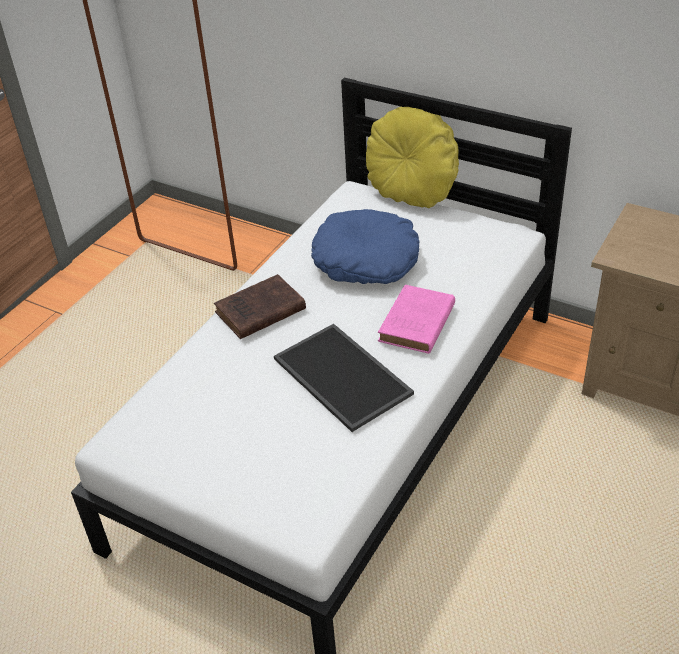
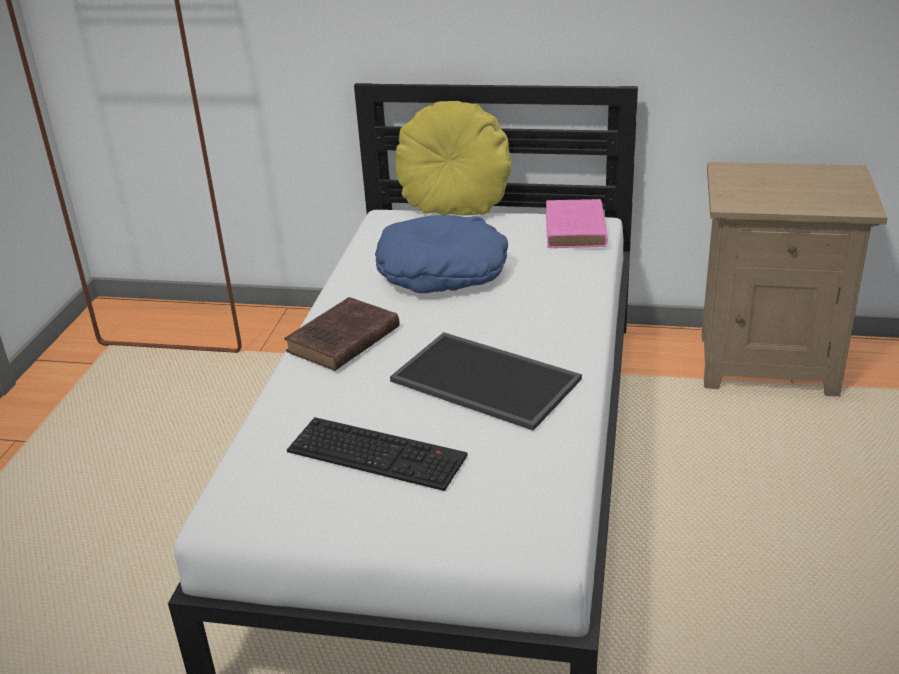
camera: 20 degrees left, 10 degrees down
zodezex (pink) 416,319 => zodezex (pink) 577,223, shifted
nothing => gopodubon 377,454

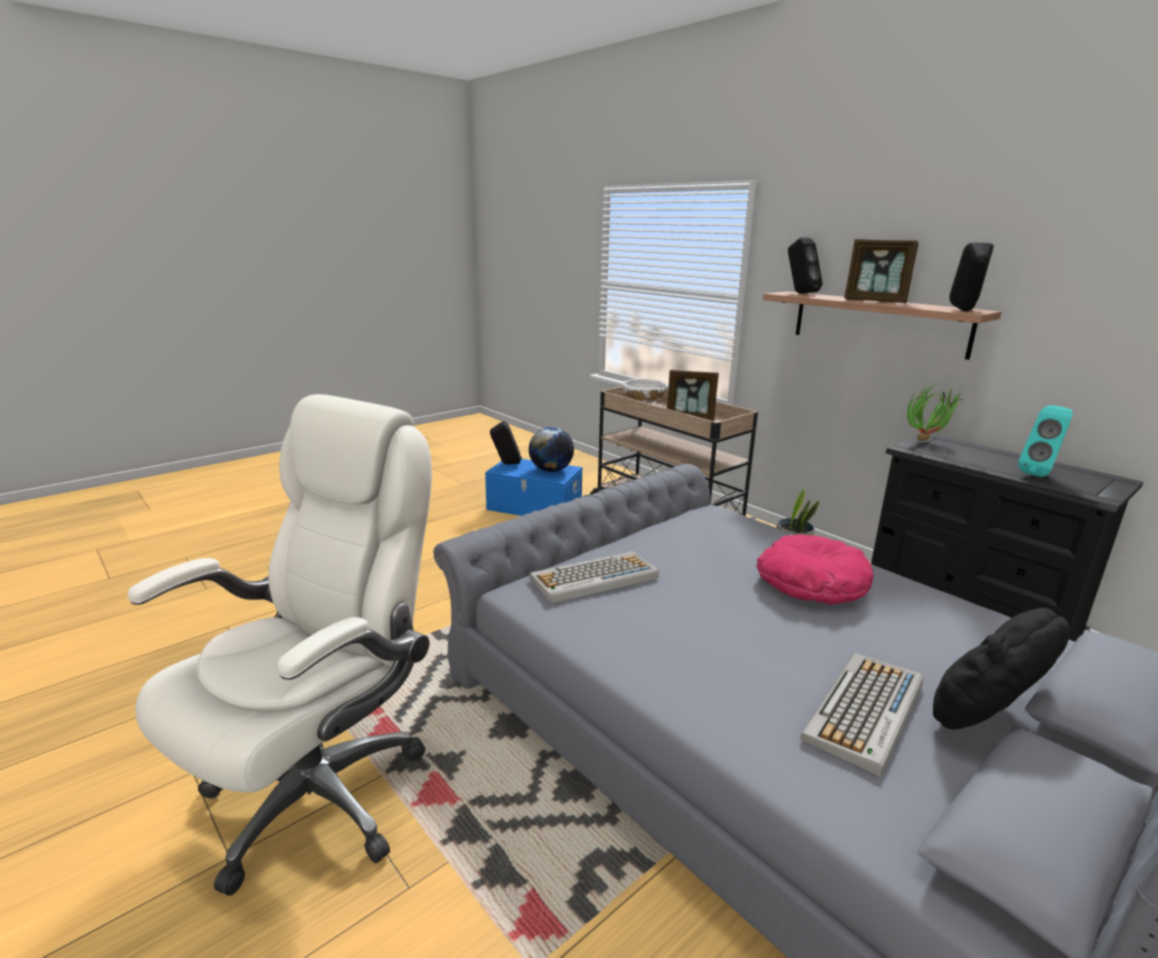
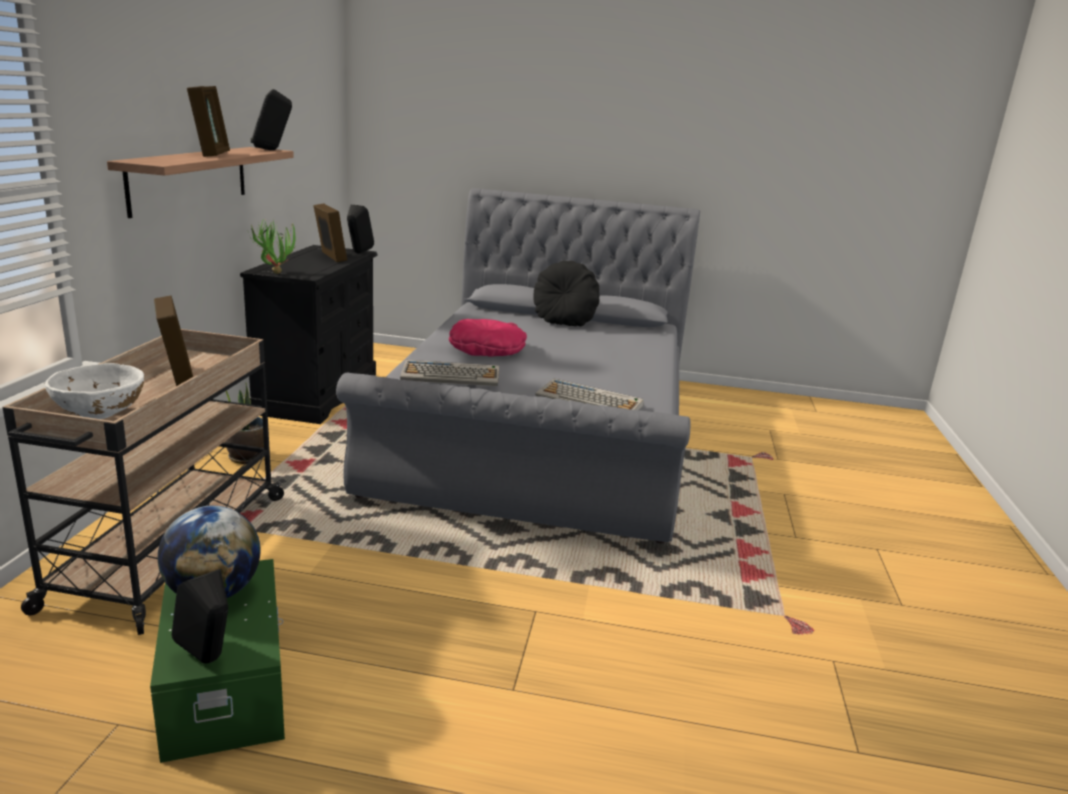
camera: 130 degrees left, 0 degrees up
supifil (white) 280,645 => nothing
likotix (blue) 533,487 => likotix (green) 217,661
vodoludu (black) 805,265 => vodoludu (black) 360,229, shifted
gopodubon 862,715 => gopodubon 449,373, shifted
vodoludu (turquoise) 1045,441 => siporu 330,232

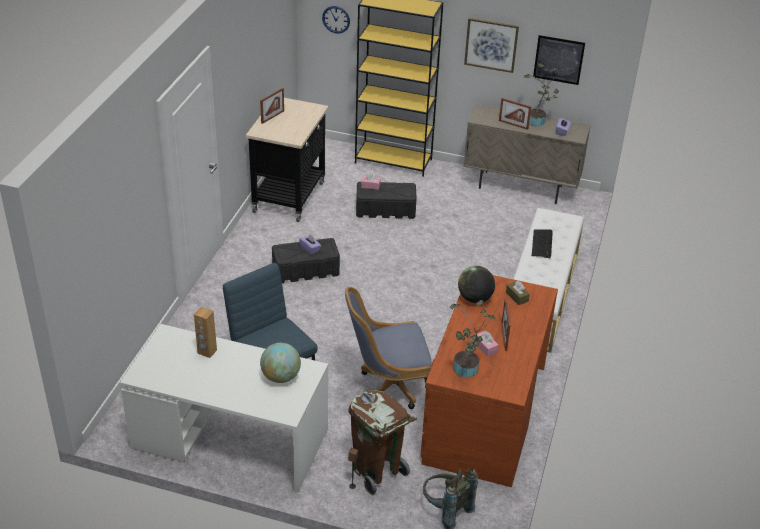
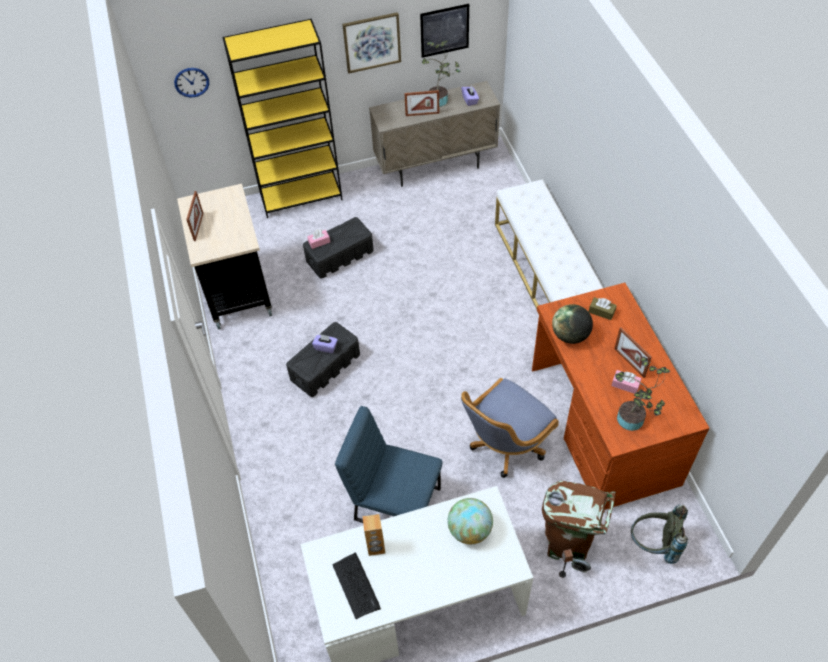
camera: 30 degrees left, 15 degrees up
gopodubon 542,243 => gopodubon 356,586, shifted

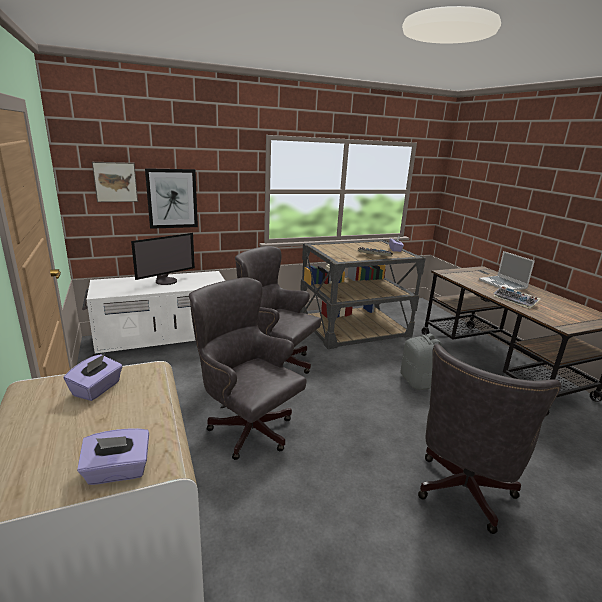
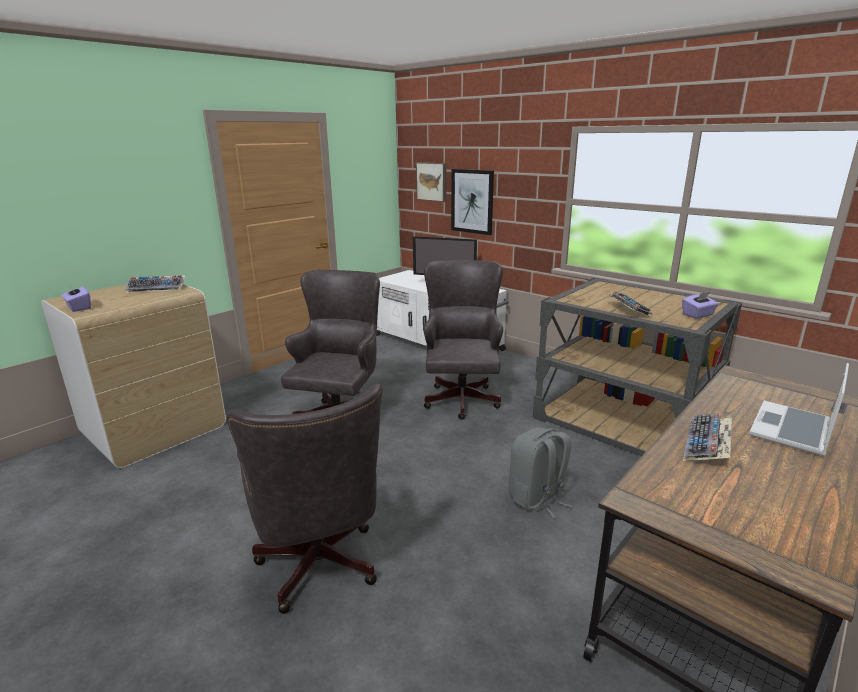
camera: 65 degrees right, 0 degrees up
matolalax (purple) 93,377 => gopodubon 155,284
supifil (grey) 489,439 => supifil (grey) 304,498, 120 degrees counterclockwise

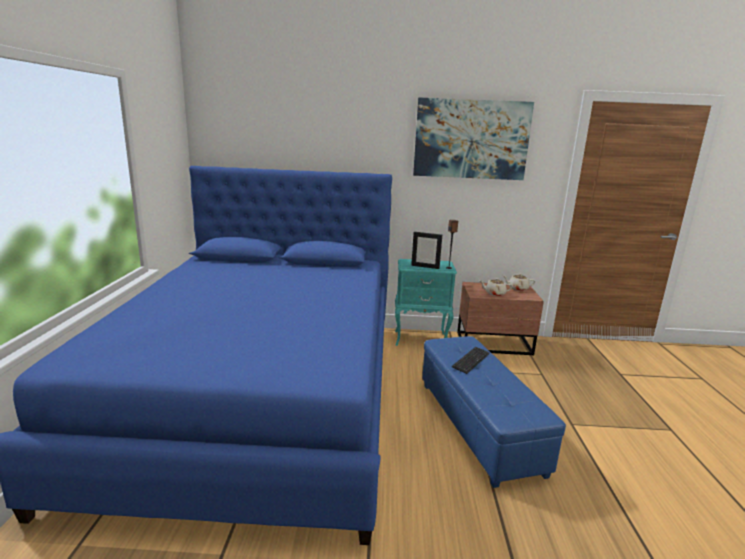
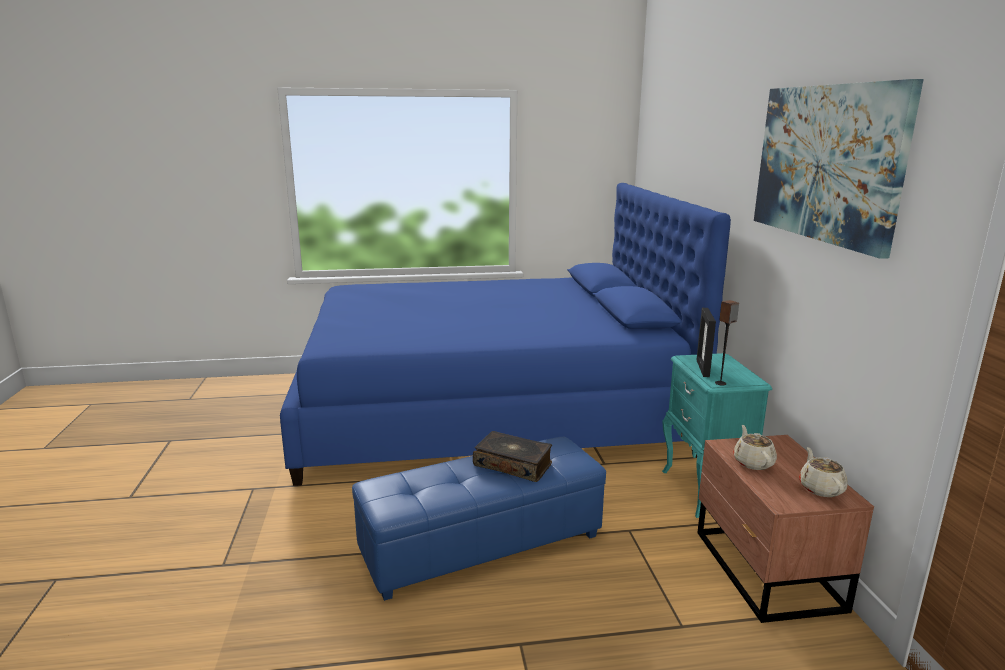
camera: 80 degrees right, 0 degrees up
gopodubon 471,360 => zodezex 512,456

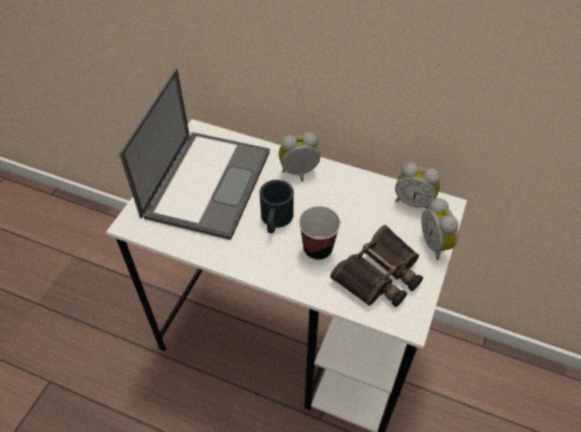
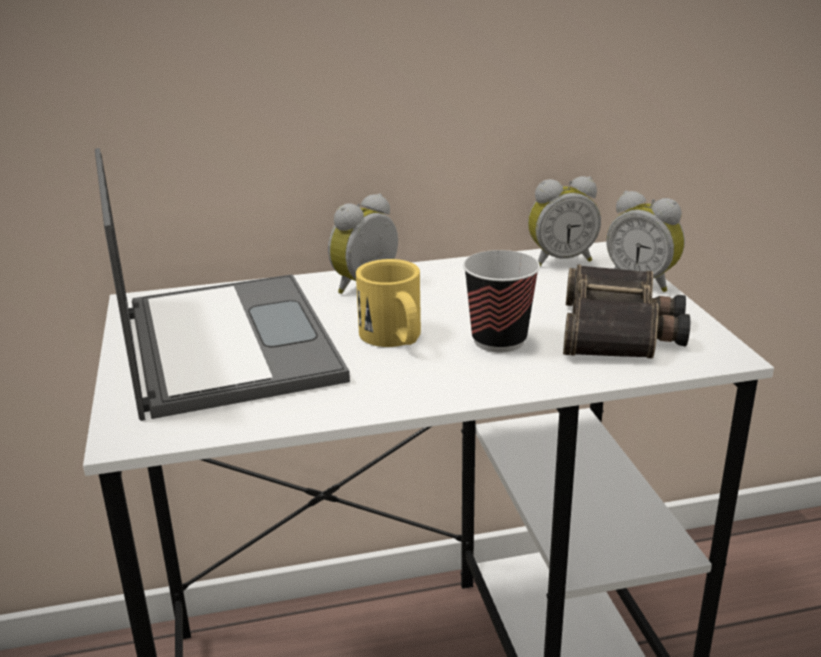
camera: 35 degrees left, 25 degrees down
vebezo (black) 277,206 => vebezo (yellow) 388,303

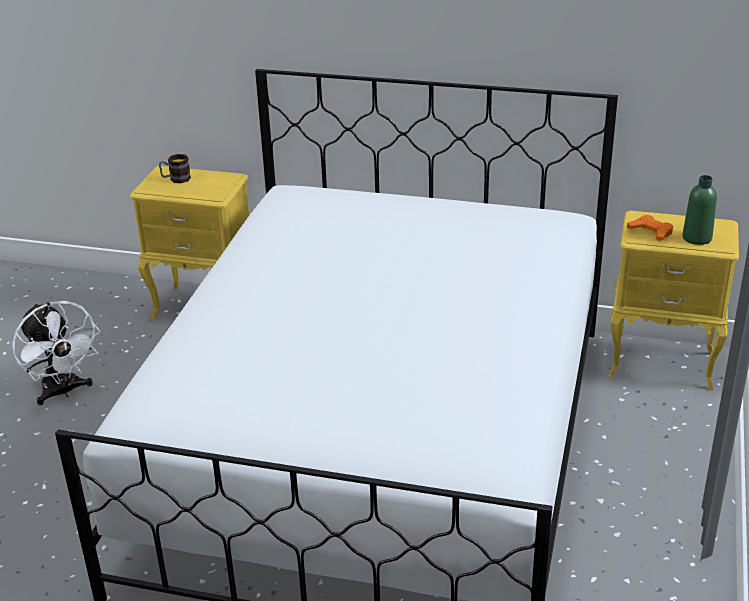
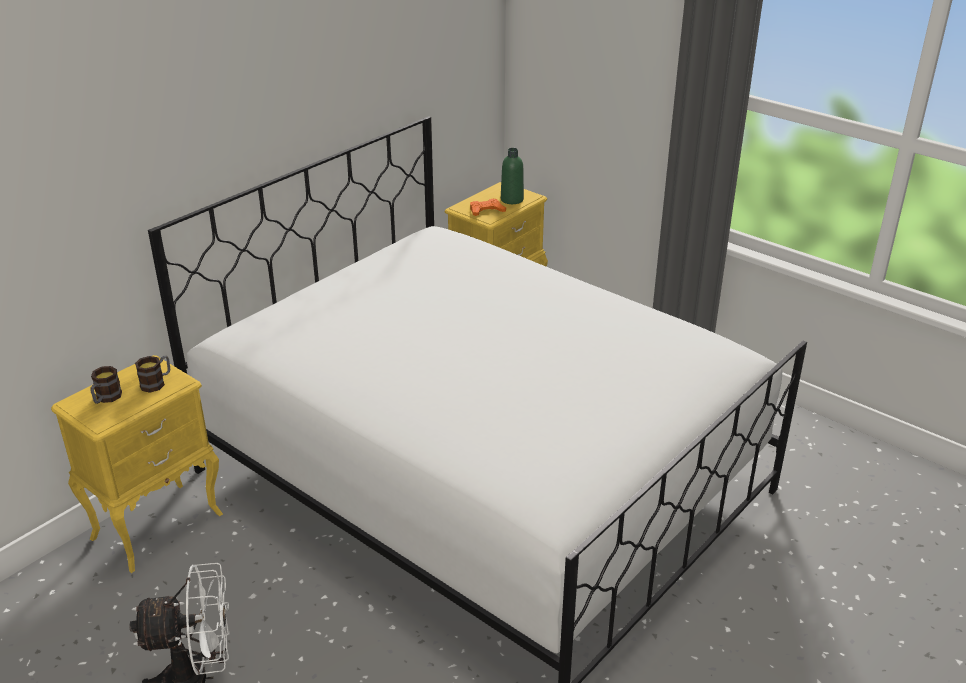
camera: 65 degrees left, 0 degrees up
nothing => vebezo 152,374

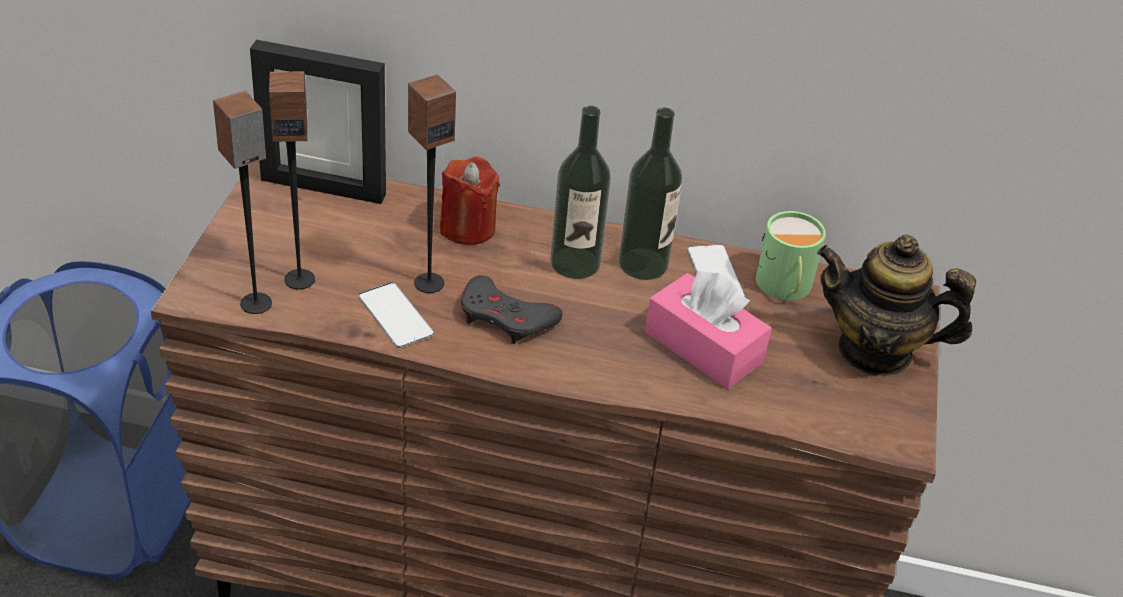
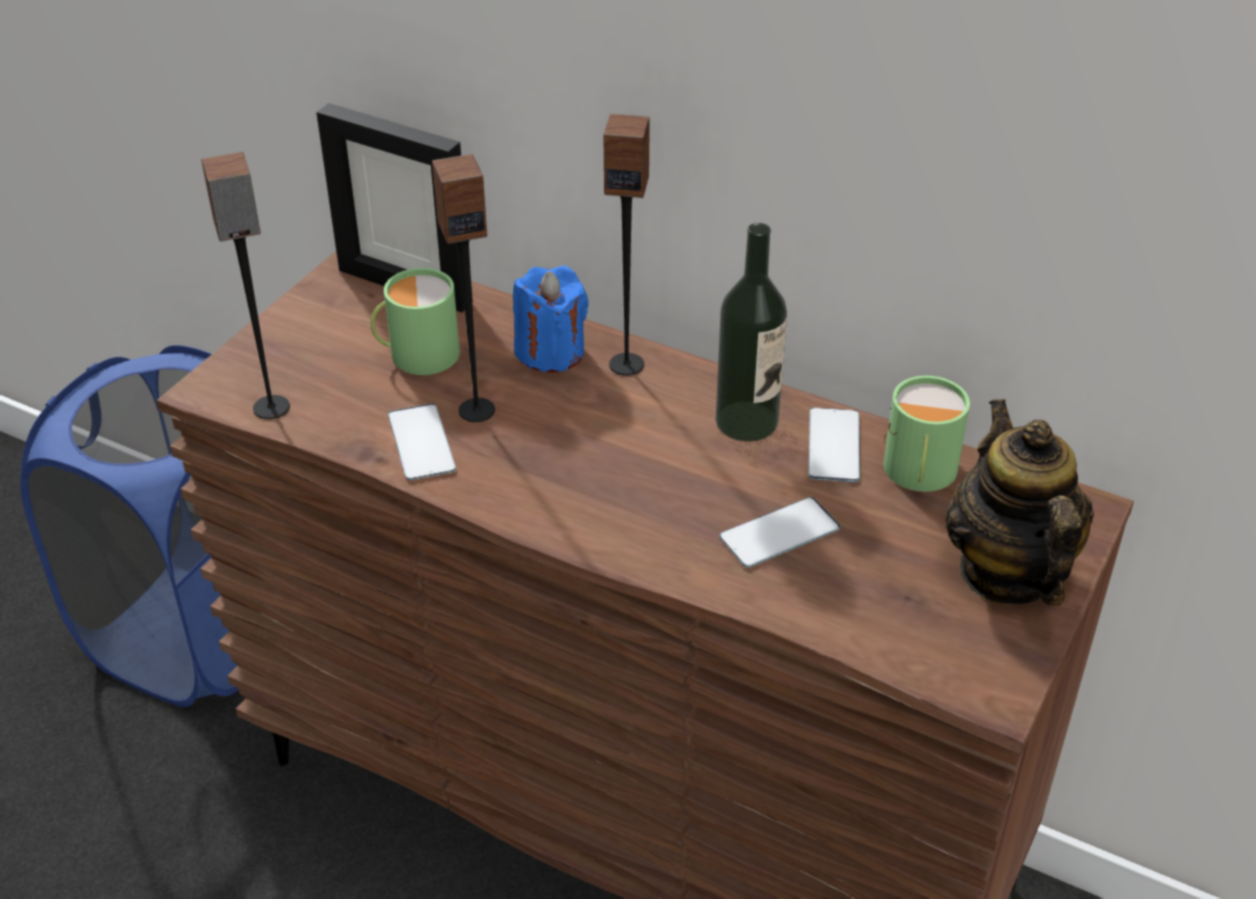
camera: 20 degrees right, 0 degrees up
vodoludu 292,181 => vodoludu 626,245, shifted
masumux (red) 470,200 => masumux (blue) 551,319
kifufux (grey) 511,309 => nothing
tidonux 581,192 => nothing
matolalax (pink) 708,329 => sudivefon 779,532
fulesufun 896,306 => fulesufun 1019,502, 45 degrees clockwise
nothing => vebezo (green) 415,321

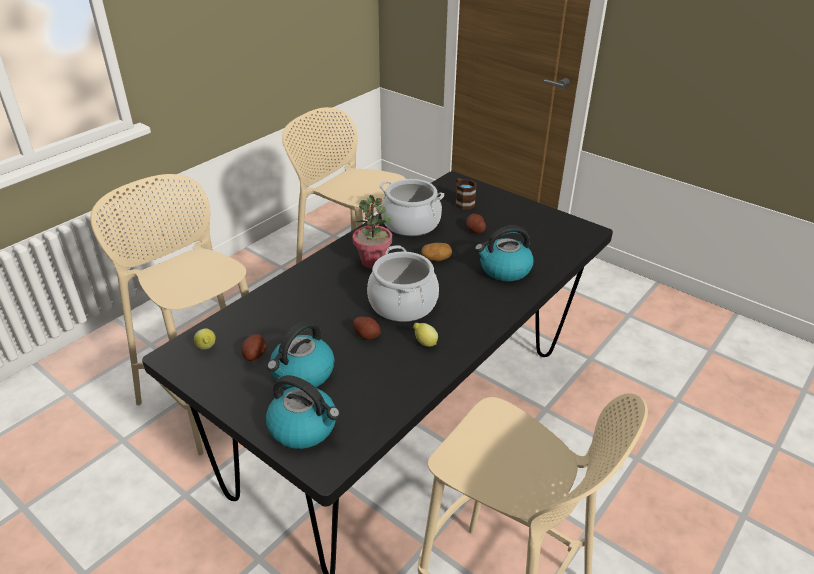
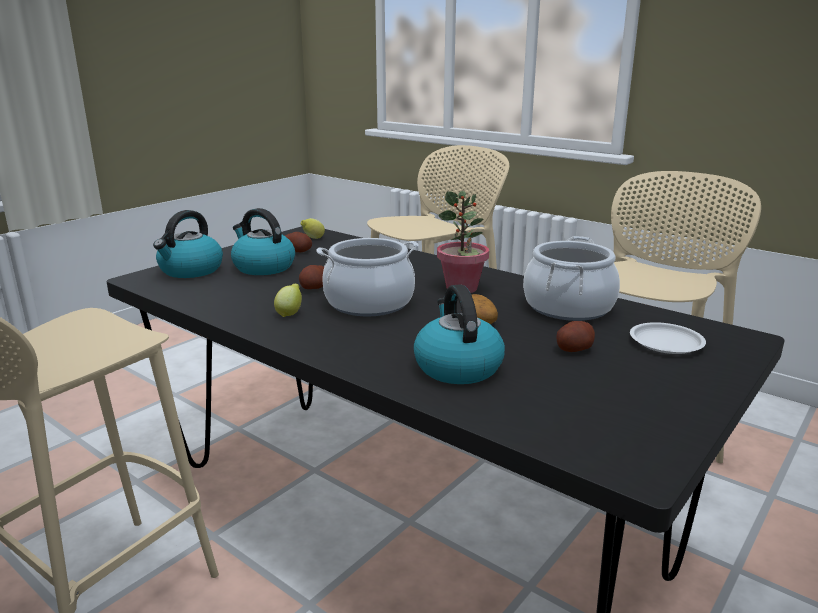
camera: 90 degrees right, 15 degrees down
vebezo (brown) 466,194 => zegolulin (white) 668,338

